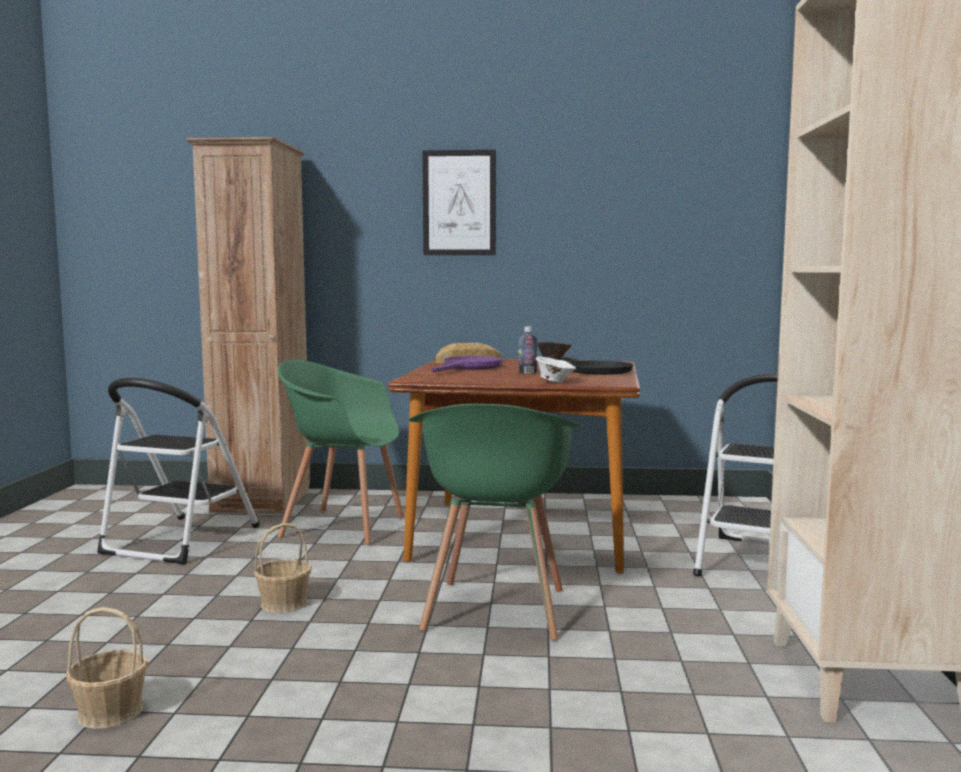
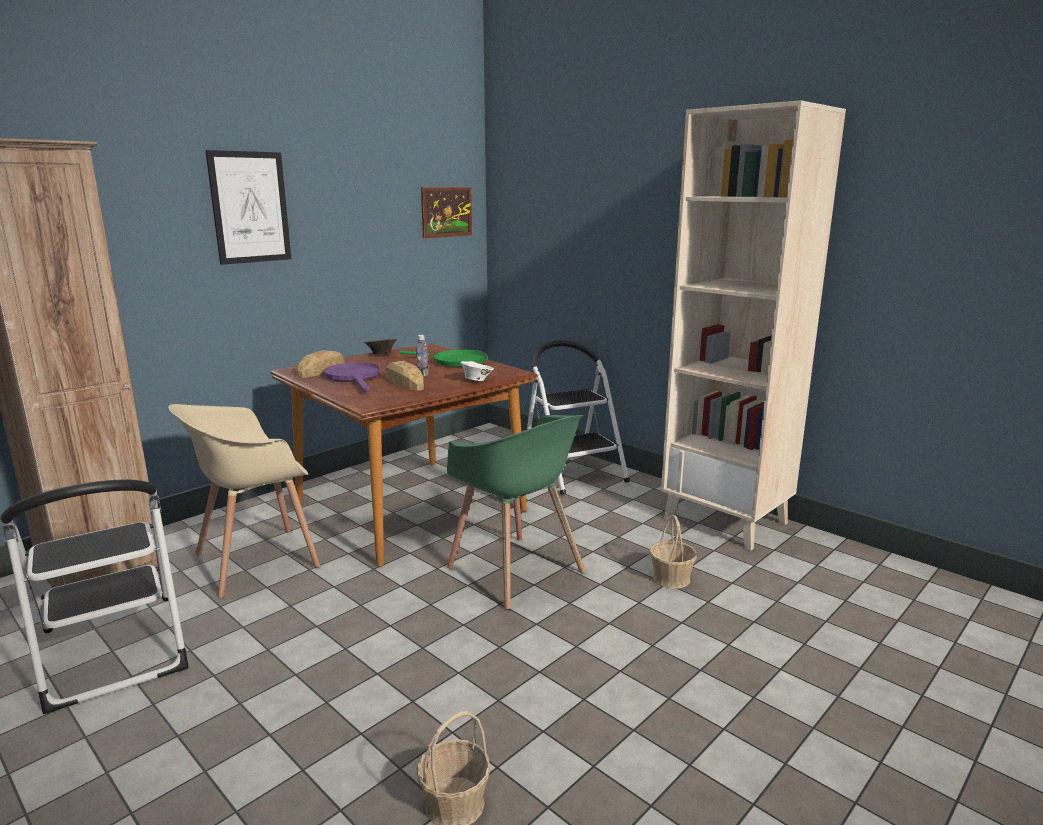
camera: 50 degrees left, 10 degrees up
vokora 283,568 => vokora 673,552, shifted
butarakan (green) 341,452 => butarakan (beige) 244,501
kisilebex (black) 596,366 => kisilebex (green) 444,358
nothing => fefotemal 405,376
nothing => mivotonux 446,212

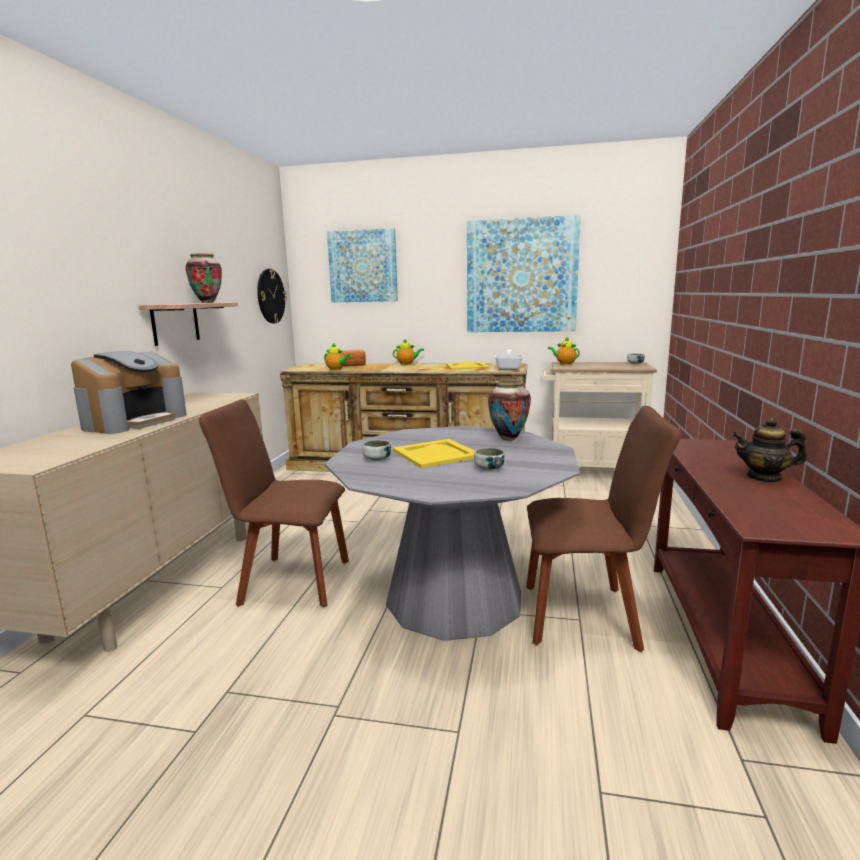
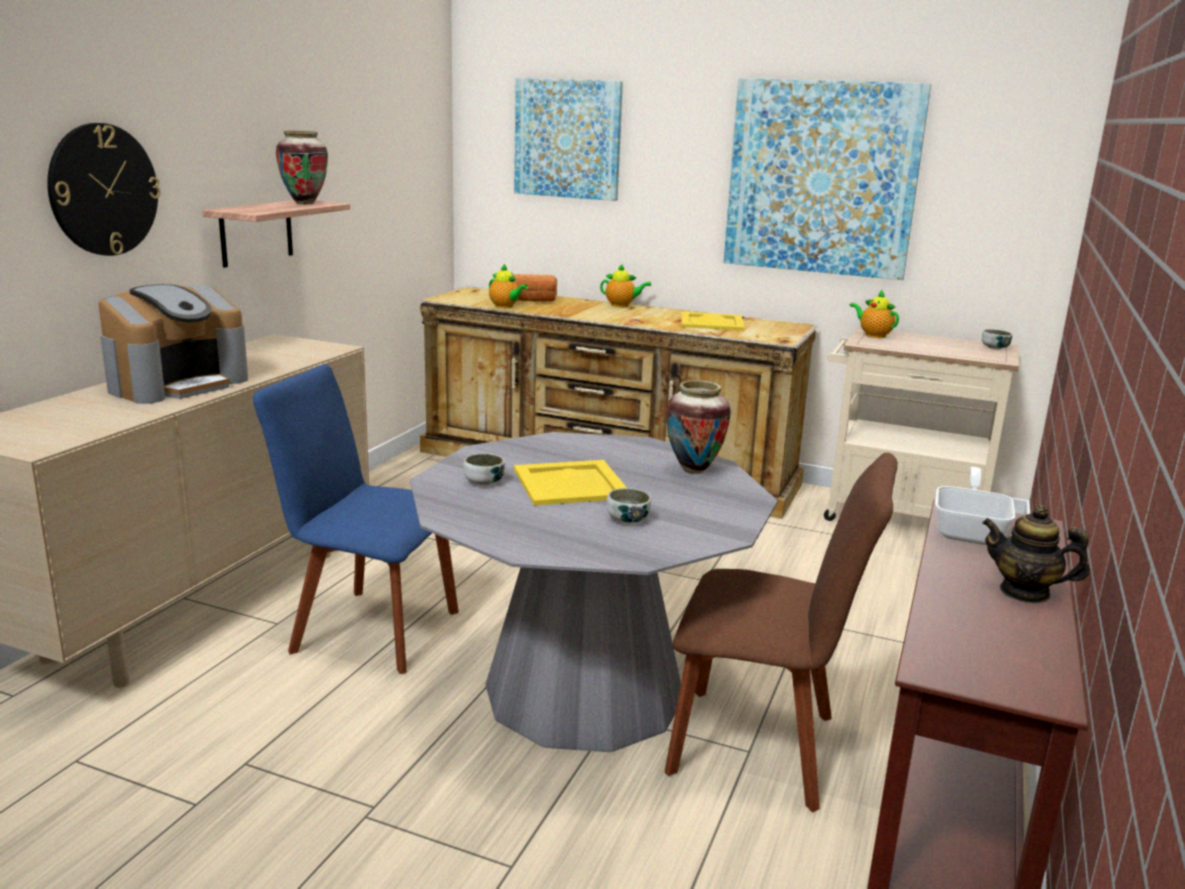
camera: 10 degrees right, 5 degrees up
butarakan (brown) 274,503 => butarakan (blue) 356,519
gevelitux 272,296 => gevelitux 104,189, shifted
kisilebex 509,360 => kisilebex 975,506, shifted

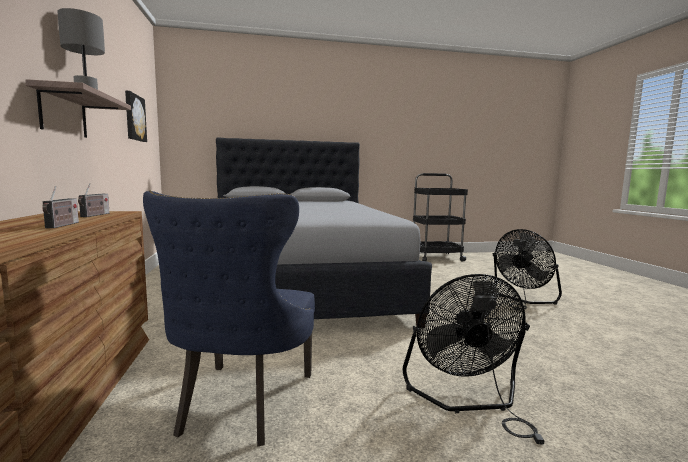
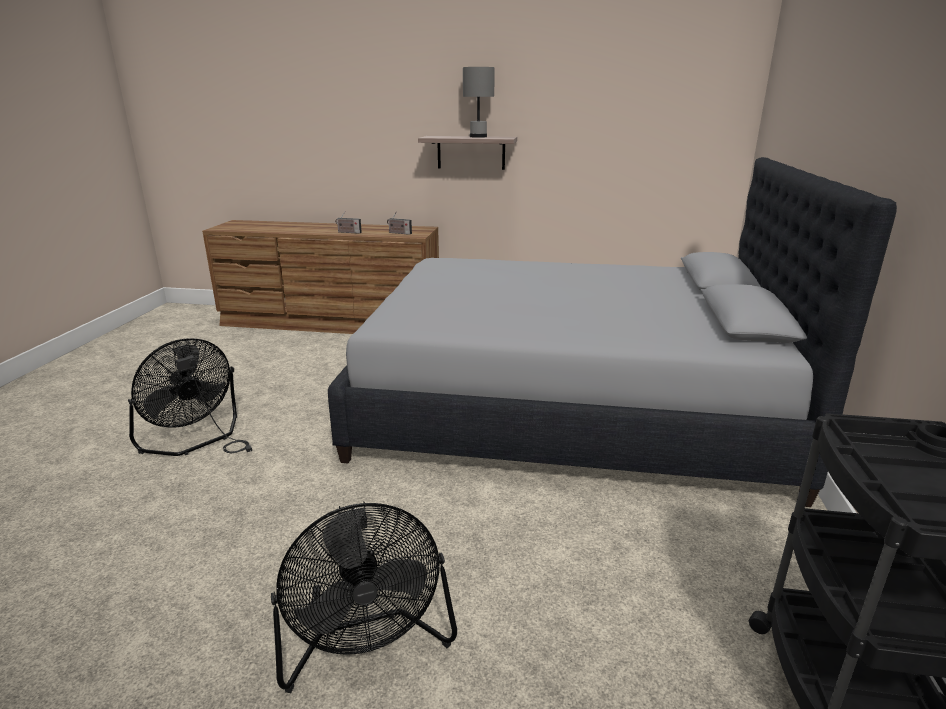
camera: 110 degrees right, 15 degrees up
mivotonux 136,116 => nothing
butarakan (blue) 229,318 => nothing
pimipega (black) 473,359 => pimipega (black) 190,397, 150 degrees counterclockwise

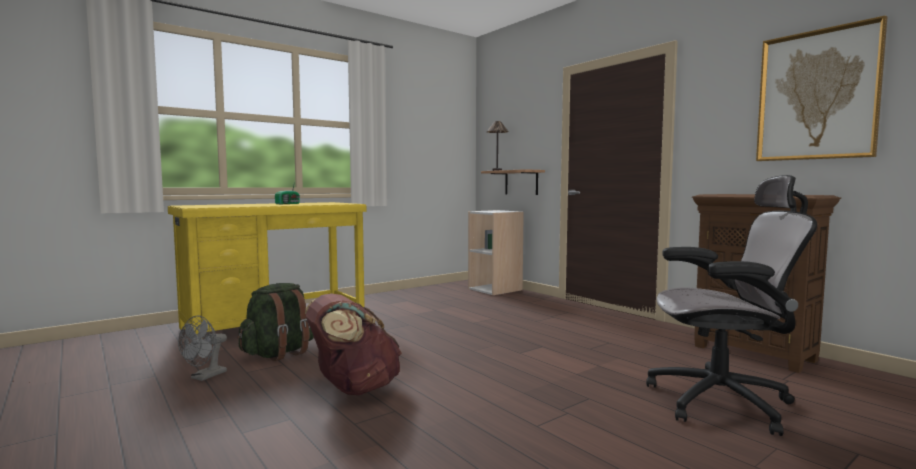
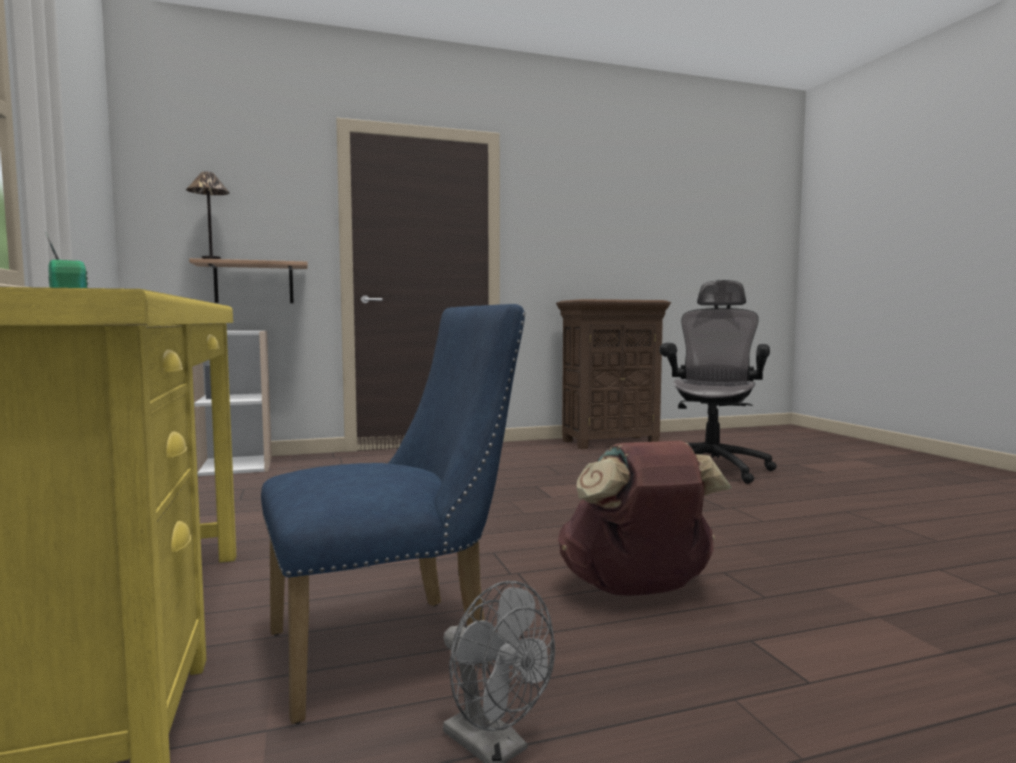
camera: 70 degrees left, 0 degrees up
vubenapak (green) 276,322 => butarakan (blue) 393,514
mivotonux 821,88 => nothing

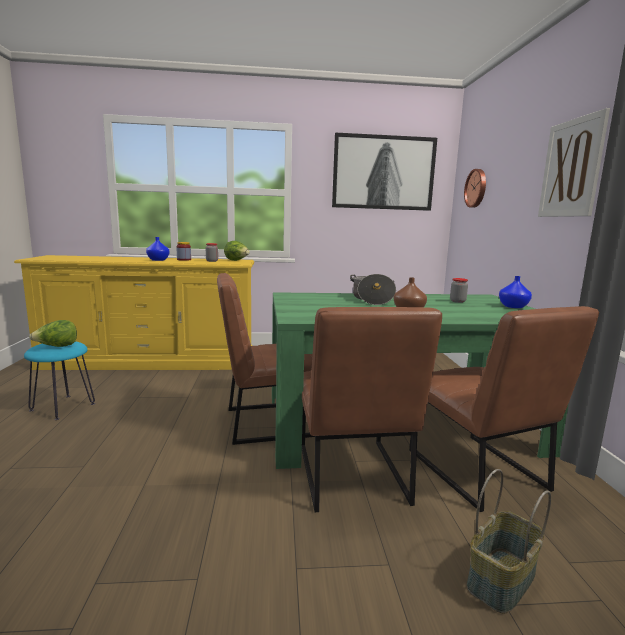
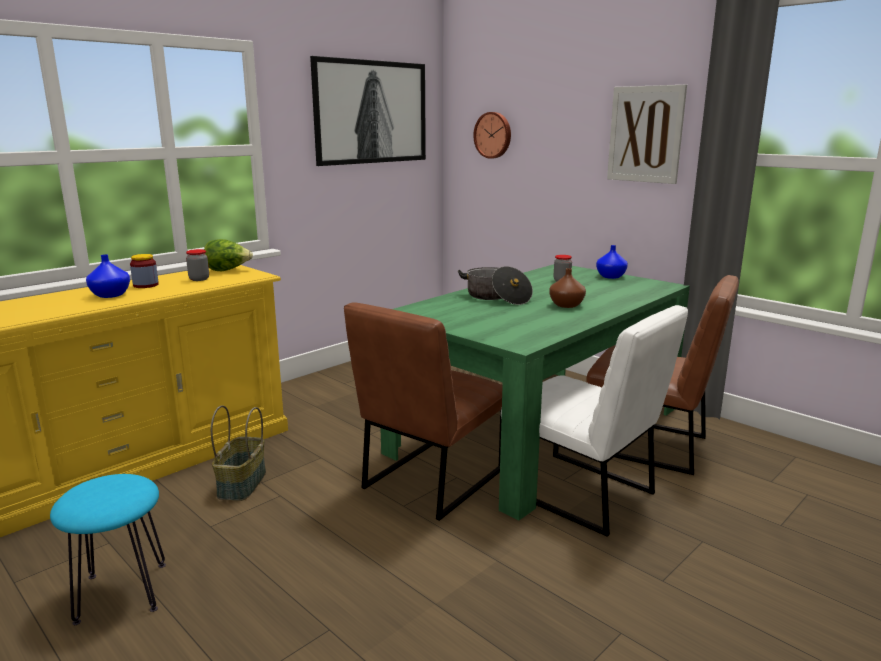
camera: 40 degrees left, 5 degrees up
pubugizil 53,333 => nothing
butarakan (brown) 372,409 => butarakan (white) 594,421
vokora 509,541 => vokora 238,453, shifted

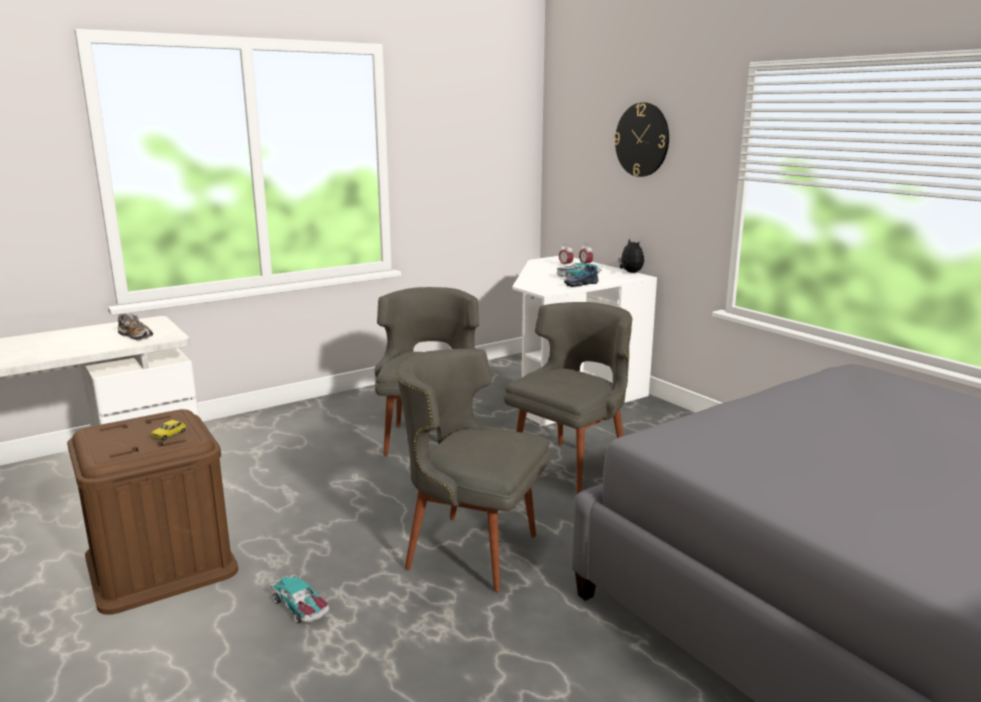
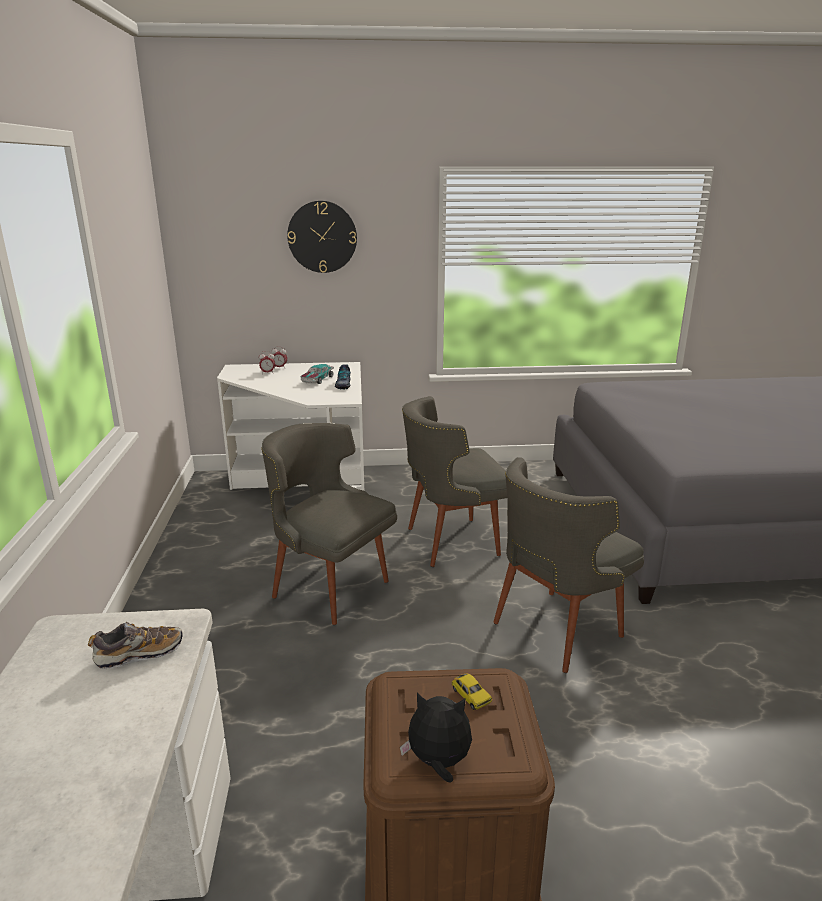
camera: 60 degrees left, 5 degrees up
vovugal 299,598 => nothing
butarakan (grey) 568,398 => butarakan (grey) 454,481, 90 degrees counterclockwise
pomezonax 631,255 => pomezonax 436,738, shifted

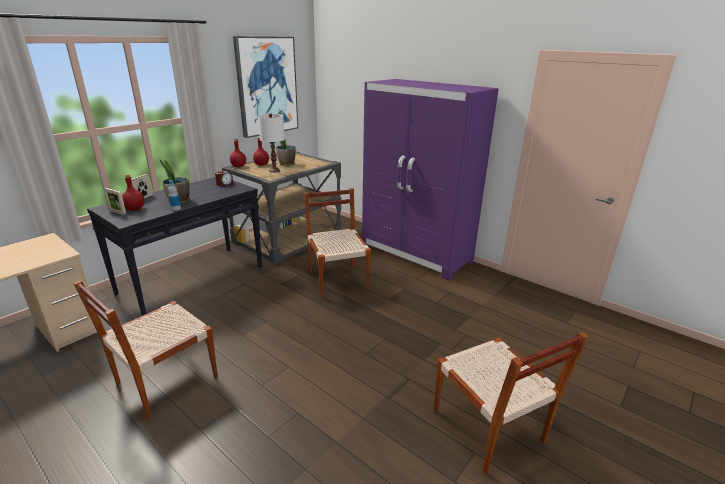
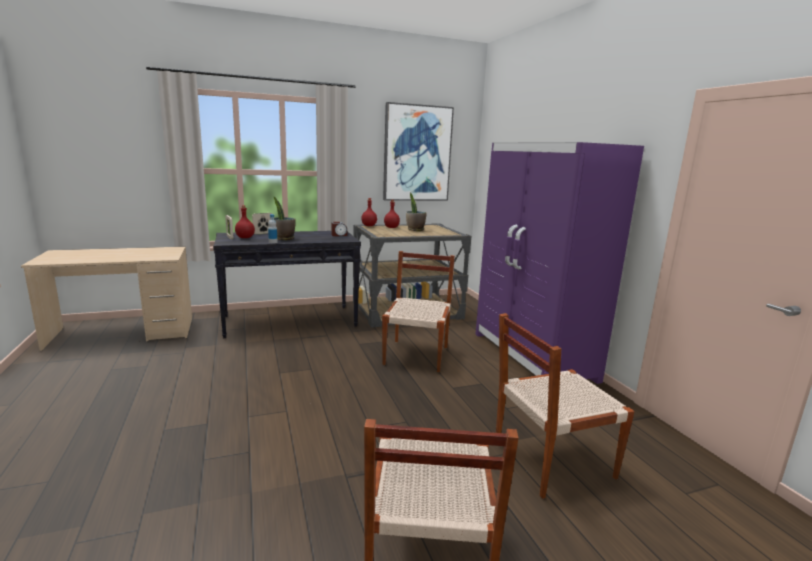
camera: 30 degrees right, 10 degrees down
butarakan 145,350 => butarakan 565,406, shifted
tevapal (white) 271,143 => nothing

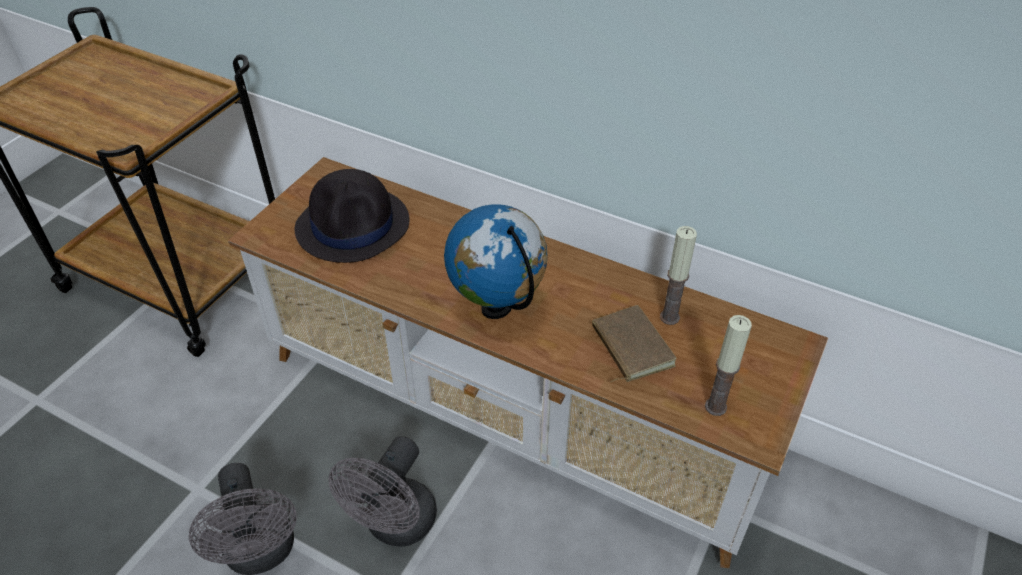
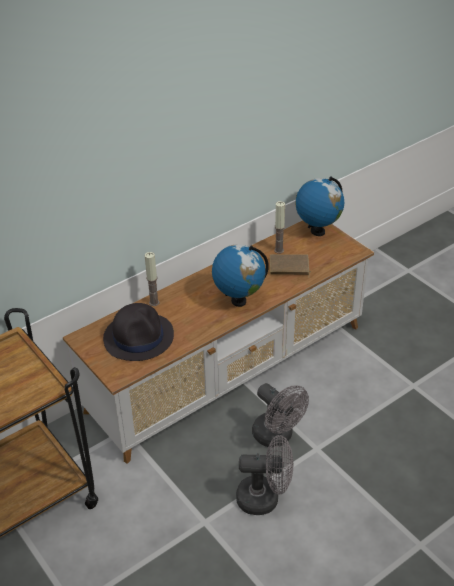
camera: 65 degrees left, 5 degrees down
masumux 728,365 => masumux 152,279, shifted
nothing => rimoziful 319,206

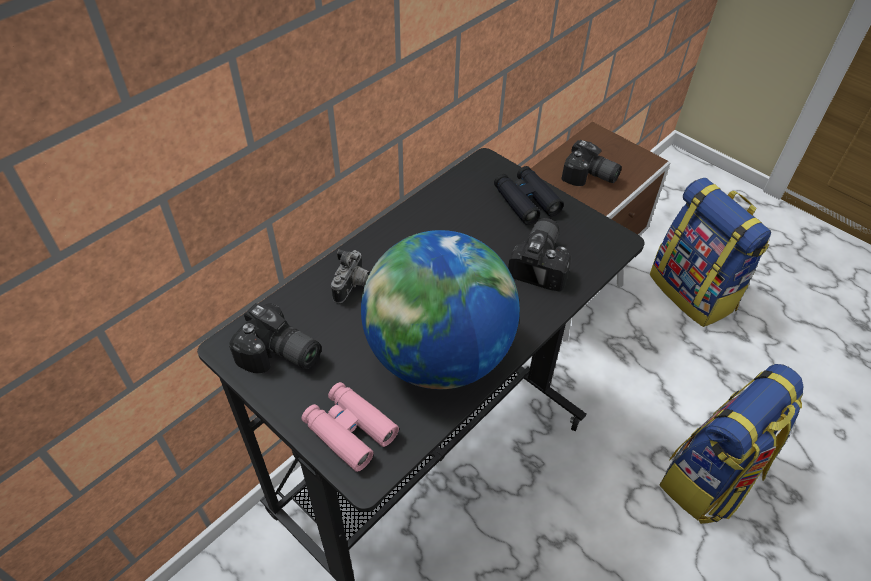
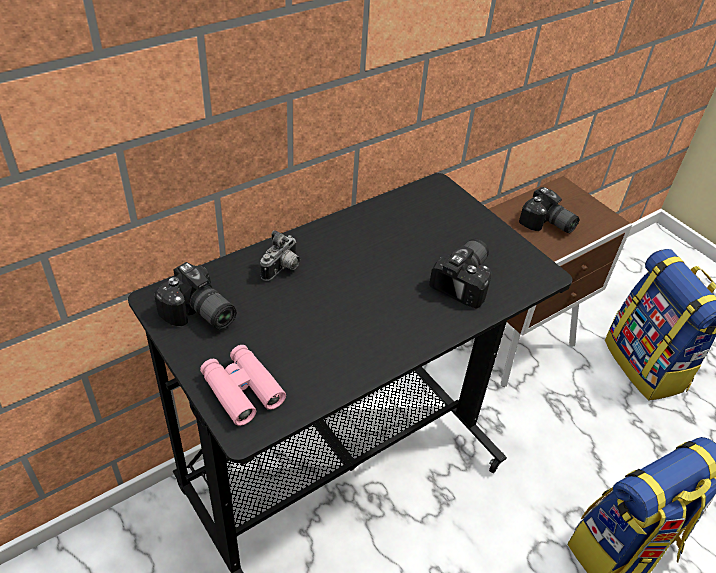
camera: 10 degrees right, 5 degrees down
rimoziful 440,309 => nothing
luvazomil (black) 529,195 => nothing

